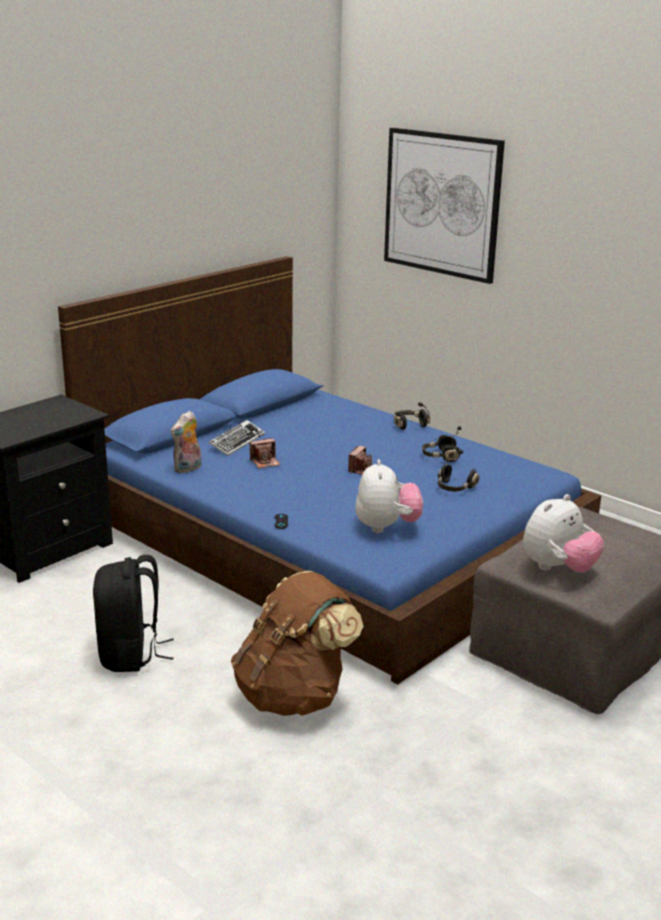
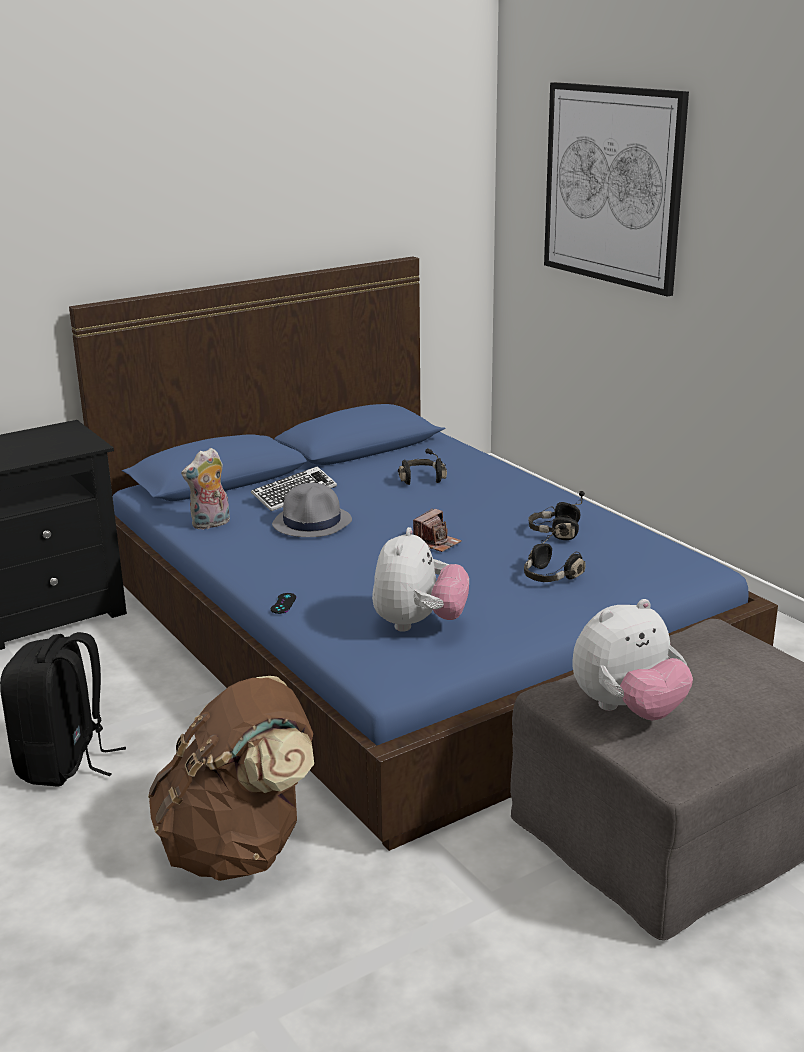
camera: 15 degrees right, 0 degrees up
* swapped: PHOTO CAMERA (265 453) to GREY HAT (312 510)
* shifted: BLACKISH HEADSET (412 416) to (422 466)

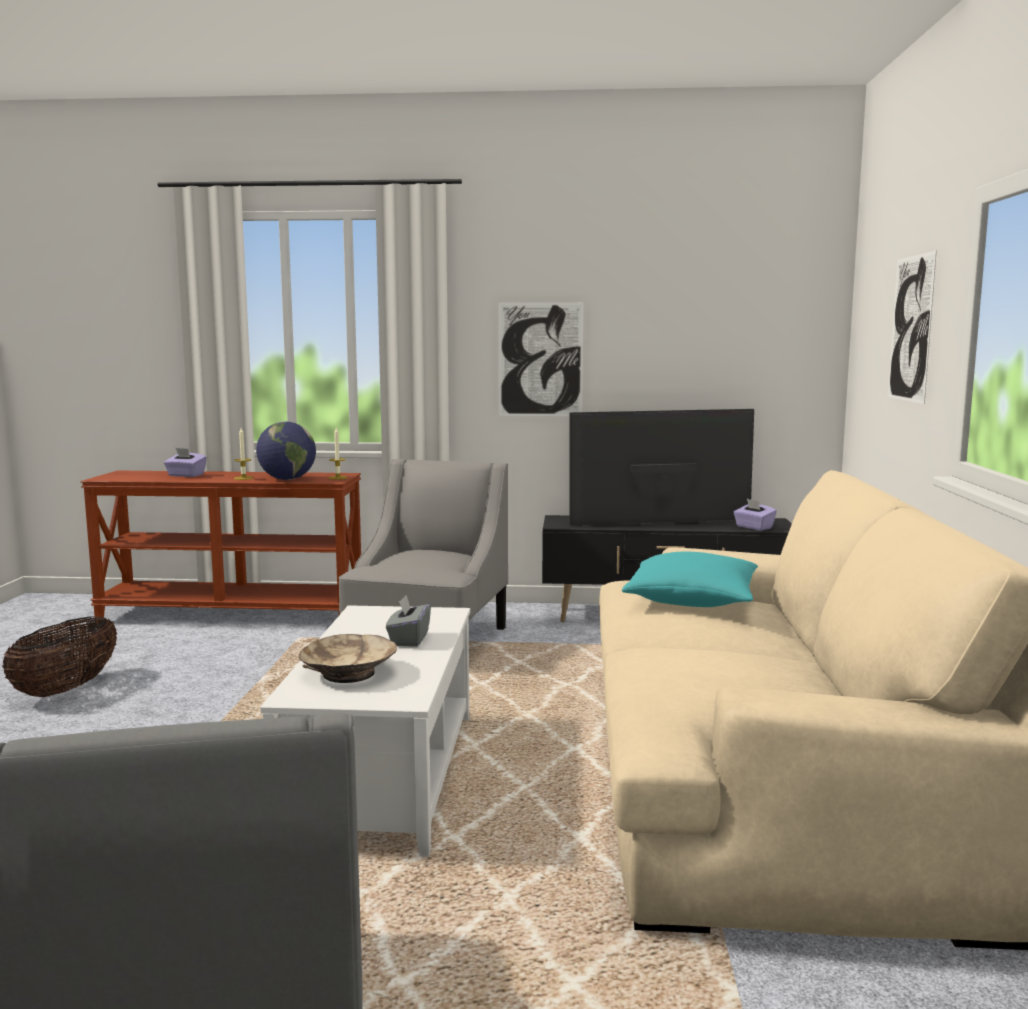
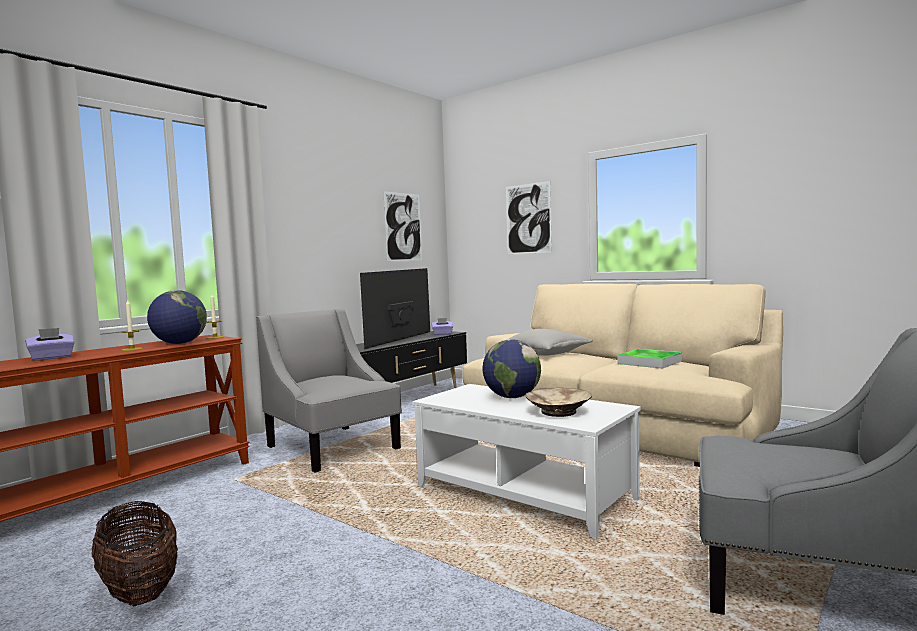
camera: 55 degrees left, 5 degrees down
* shifted: WALL ART (541 359) to (402 226)
* swapped: GREY BOX OF TISSUES (408 621) to DESK GLOBE (512 368)
* repainted: TURQUOISE CUSHION (690 579) to GREY CUSHION (550 342)
* new: CARRYING TRAY (649 359)

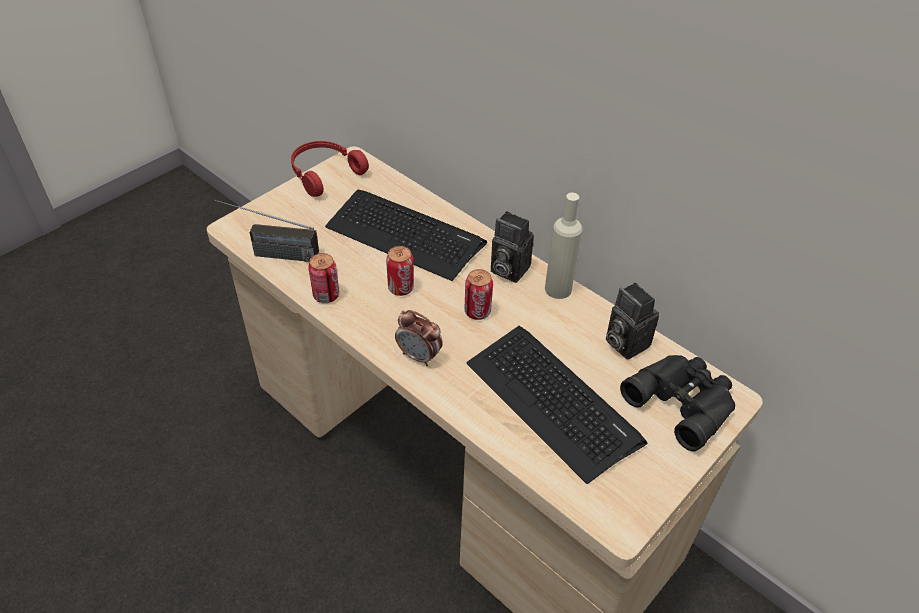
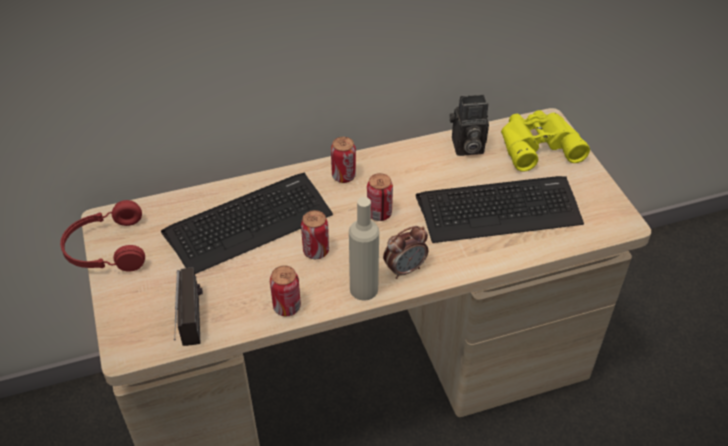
camera: 60 degrees left, 0 degrees up
* rotated: RADIO RECEIVER (267 231) = (188 306) 45 degrees counterclockwise
* swapped: PHOTO CAMERA (512 247) to METAL CAN (343 160)
* shifted: BEIGE-COLOURED BEVERAGE BOTTLE (564 246) to (364 249)
* repainted: BLACKISH PAIR OF BINOCULARS (677 403) to YELLOWISH PAIR OF BINOCULARS (545 141)

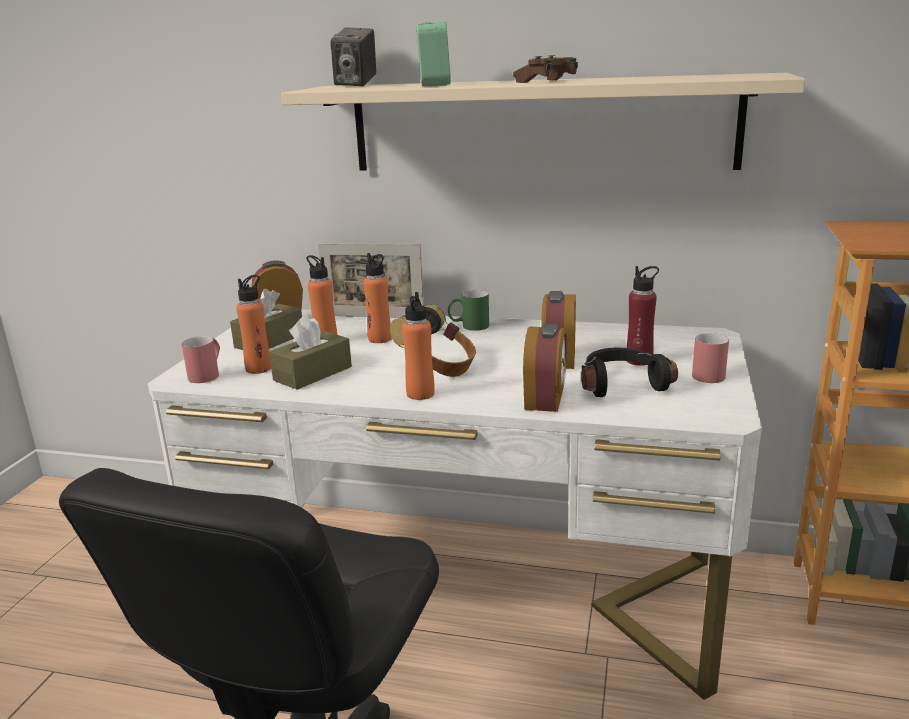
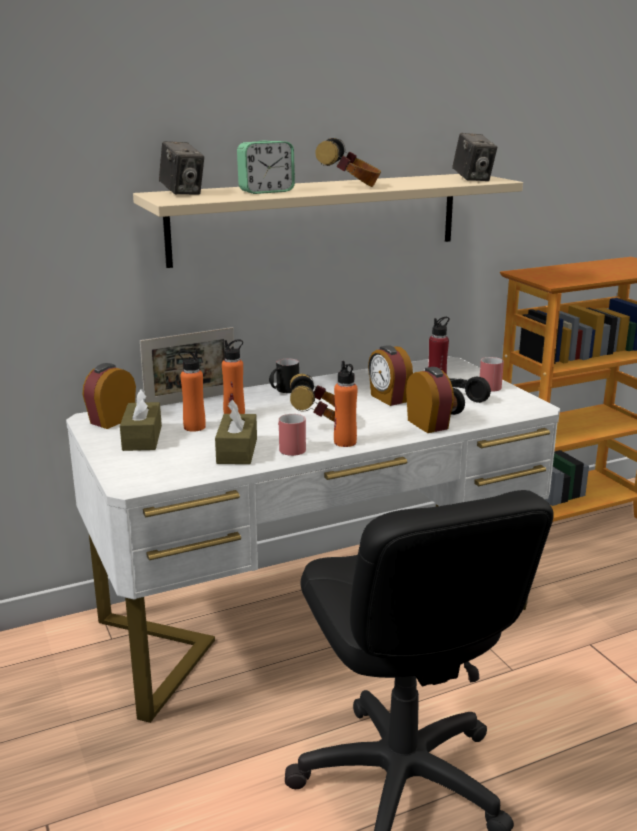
camera: 40 degrees left, 0 degrees up
* rotated: BEDSIDE CLOCK (433 54) = (266 167) 105 degrees clockwise
* repainted: GREEN TEA MUG (468 310) to BLACKISH TEA MUG (284 376)
* shifted: RED TEA MUG (201 359) to (292 435)
* swapped: BROWN-COLOURED GAMEPAD (545 69) to HEADSET (348 162)
* new: PHOTO CAMERA (474 157)
* gone: ORANGE-COLOURED BEVERAGE BOTTLE (253 324)

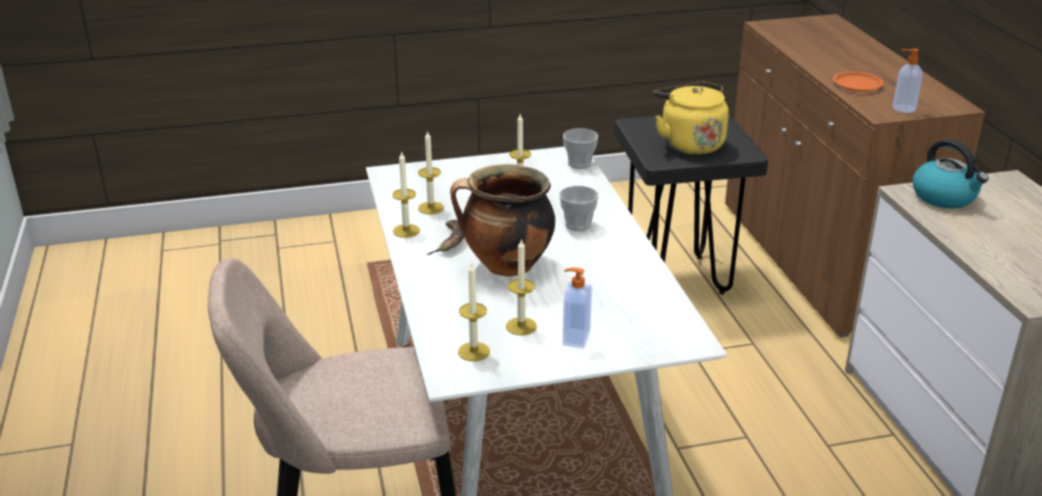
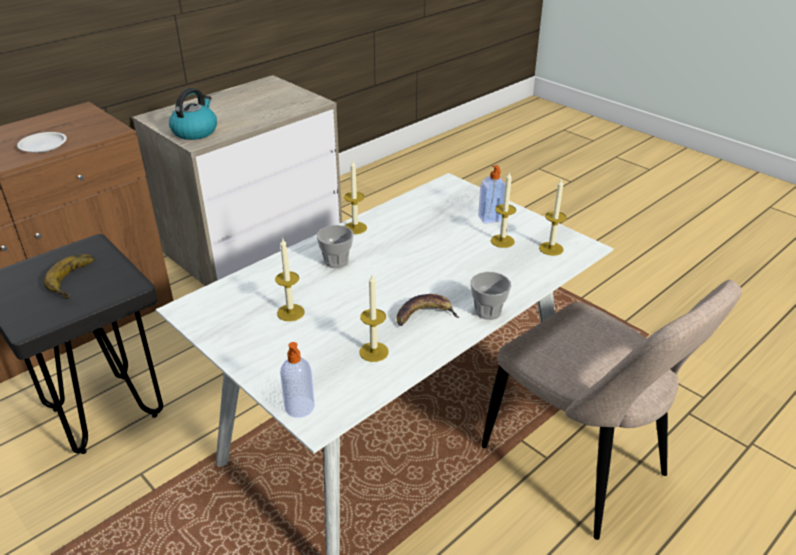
camera: 120 degrees left, 5 degrees up
* repainted: ORANGE-COLOURED PLATE (858 82) to WHITE PLATE (42 142)
* swapped: YELLOWISH KETTLE (691 118) to BANANA (69 276)
* shifted: SOAP BOTTLE (907 81) to (297 380)
* shifted: WAX LIGHT (406 195) to (355 197)
* shifted: SMALL CUP (580 148) to (491 296)
* gone: SAUCEPOT (502 220)

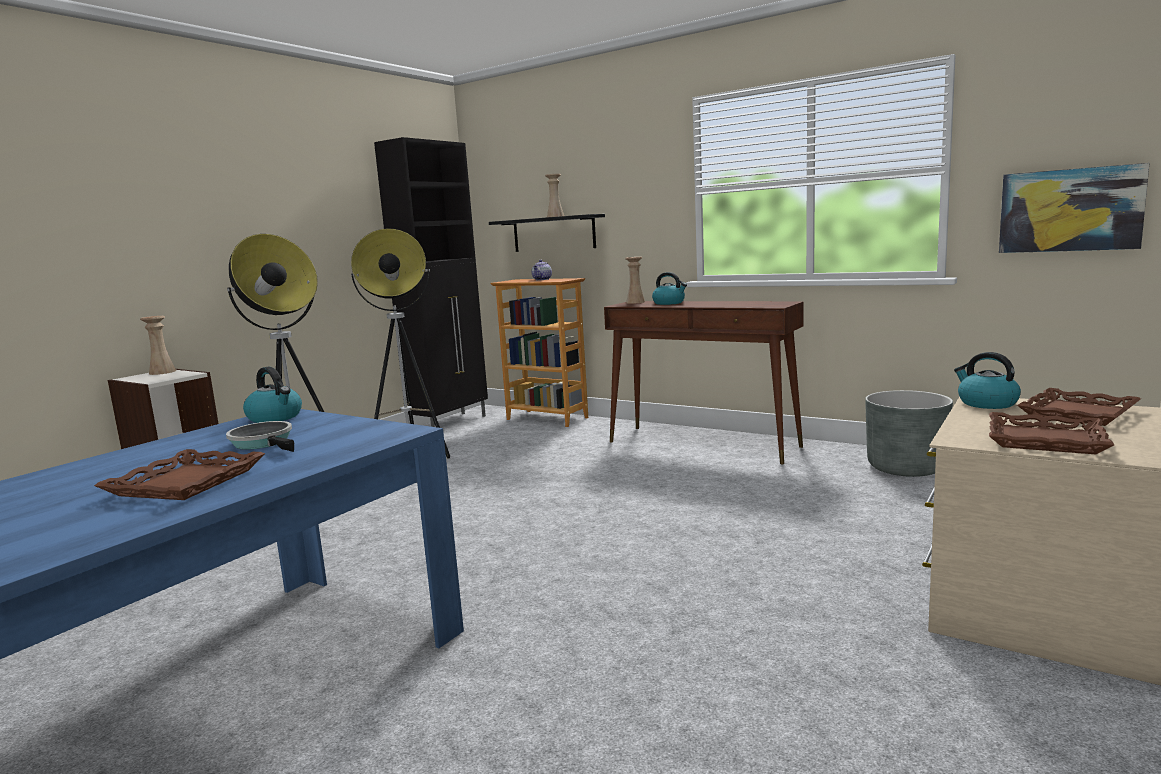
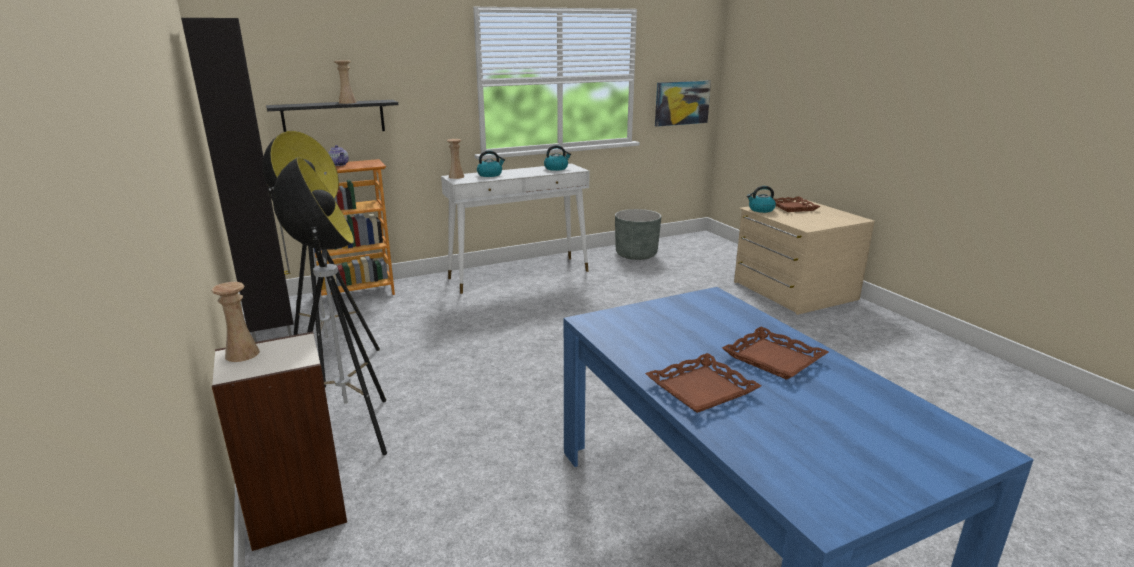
camera: 60 degrees left, 10 degrees up
* repainted: BROWN-COLOURED NARROW TABLE (704 383) to WHITE NARROW TABLE (515 229)
* shifted: KETTLE (272 395) to (557 158)
* shifted: BROWN-COLOURED CARRYING TRAY (1051 433) to (703 383)
* gone: SKILLET (260 436)

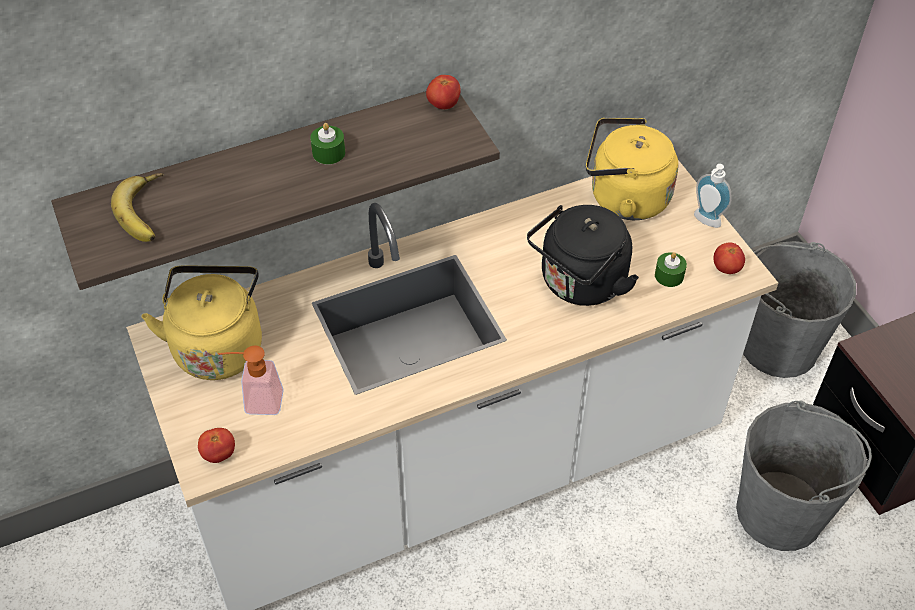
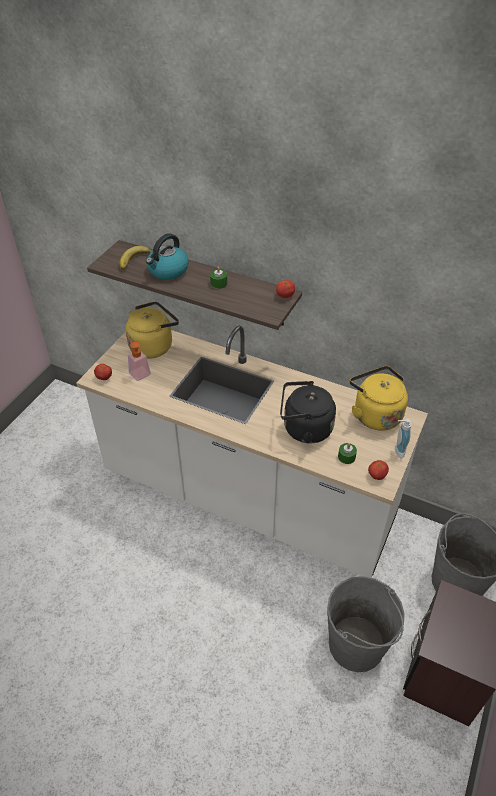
camera: 50 degrees right, 5 degrees down
* new: KETTLE (167 256)

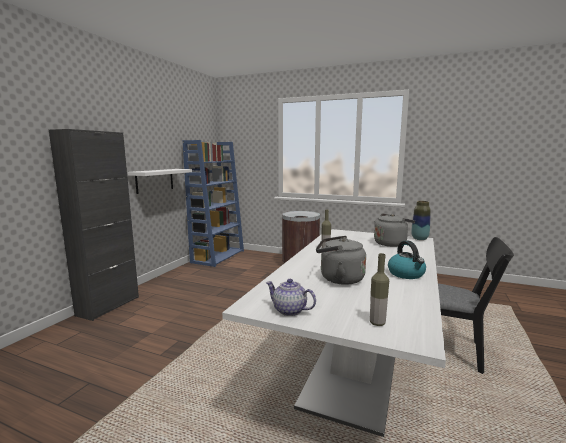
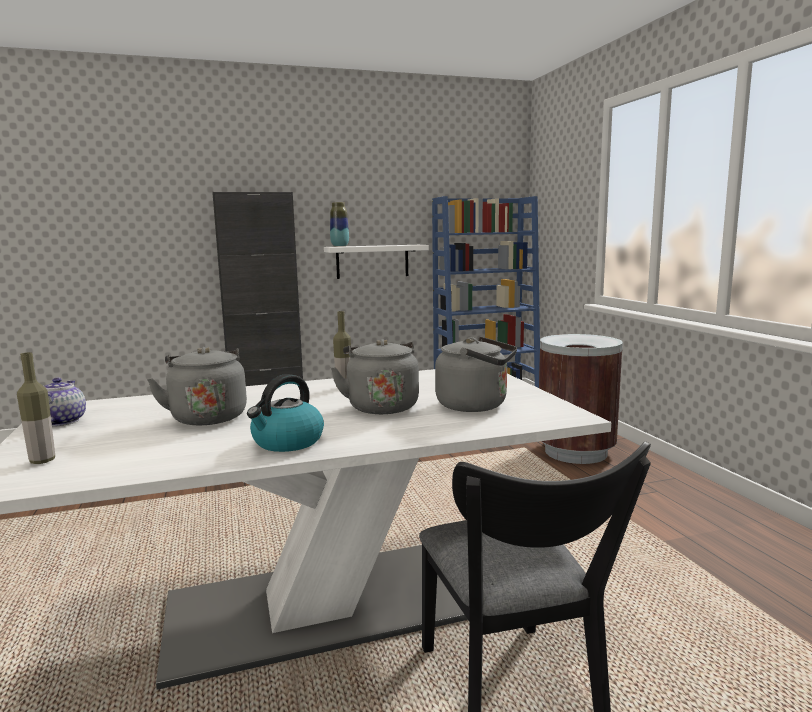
camera: 50 degrees right, 0 degrees up
* shifted: DECORATIVE VASE (421 220) to (339 224)
* new: GREY KETTLE (375 376)

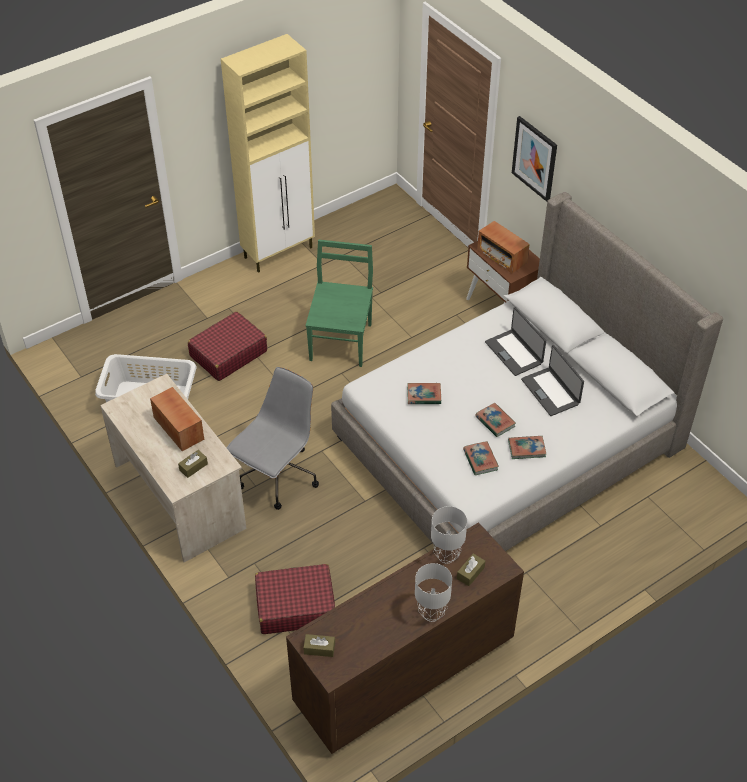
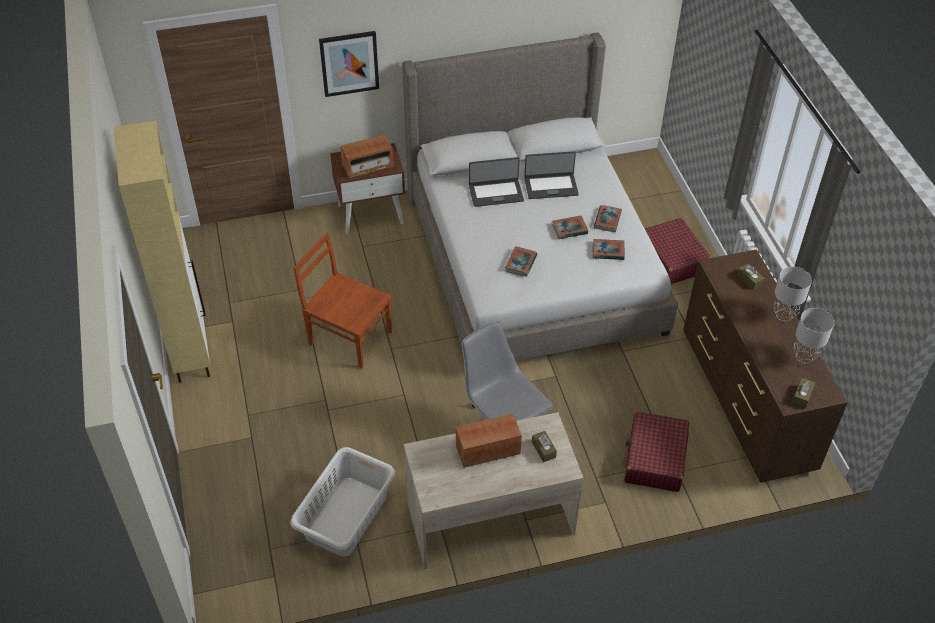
camera: 70 degrees left, 0 degrees up
* repainted: GREEN CHAIR (339 303) to BROWN-COLOURED CHAIR (343 300)
* shifted: RED TRAVEL CASE (227 346) to (678 251)
* shifted: GREY LAMP FOR A TABLE (449 534) to (813 336)

